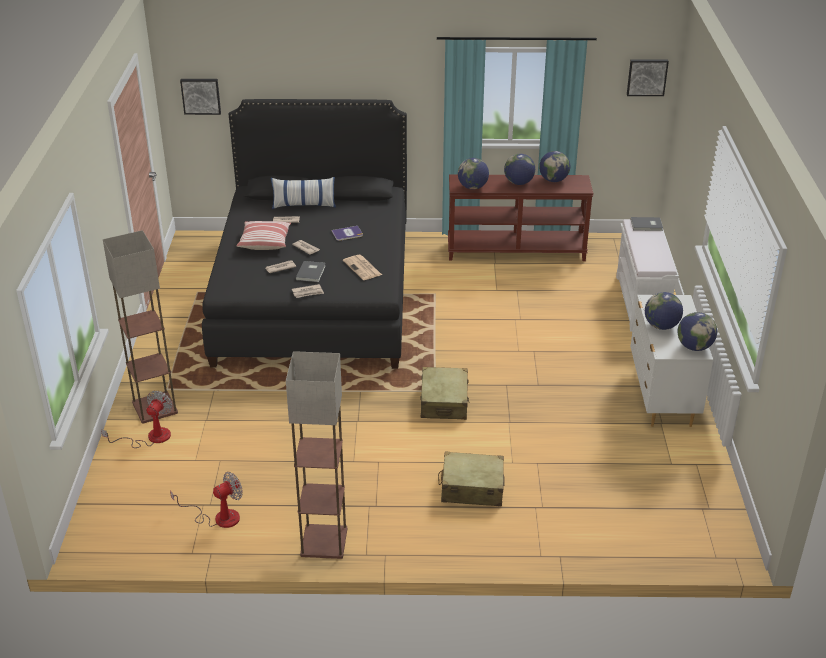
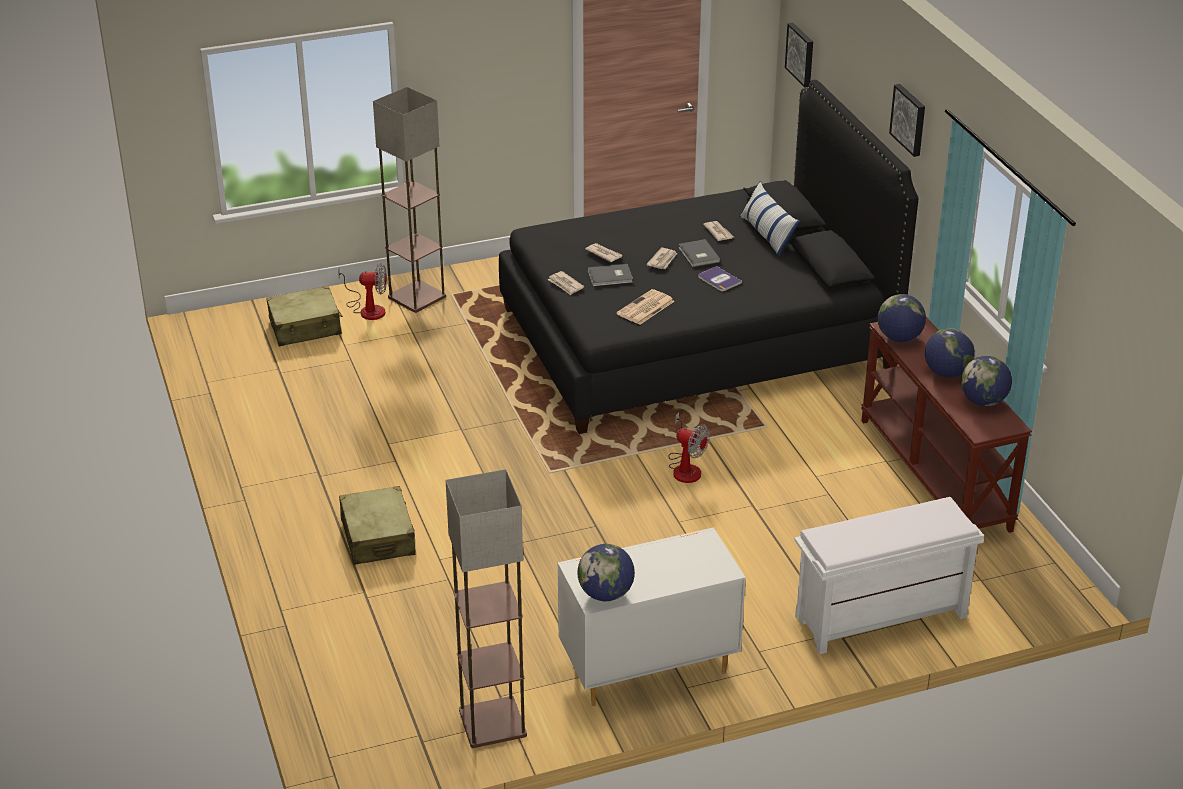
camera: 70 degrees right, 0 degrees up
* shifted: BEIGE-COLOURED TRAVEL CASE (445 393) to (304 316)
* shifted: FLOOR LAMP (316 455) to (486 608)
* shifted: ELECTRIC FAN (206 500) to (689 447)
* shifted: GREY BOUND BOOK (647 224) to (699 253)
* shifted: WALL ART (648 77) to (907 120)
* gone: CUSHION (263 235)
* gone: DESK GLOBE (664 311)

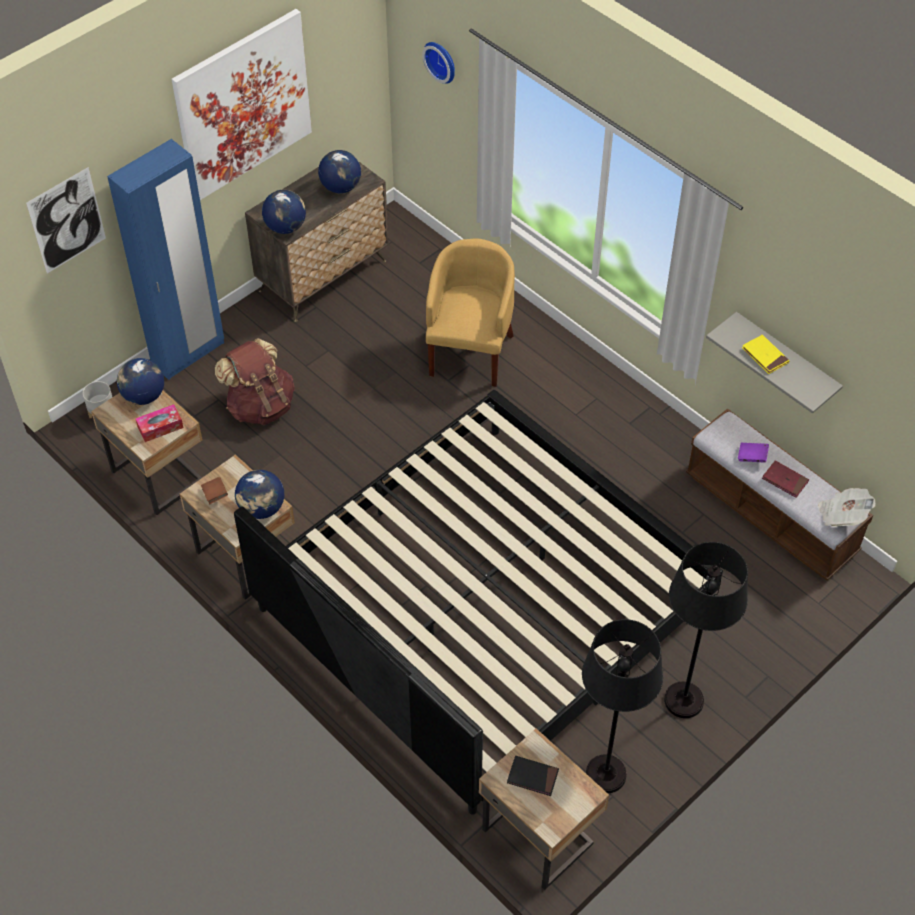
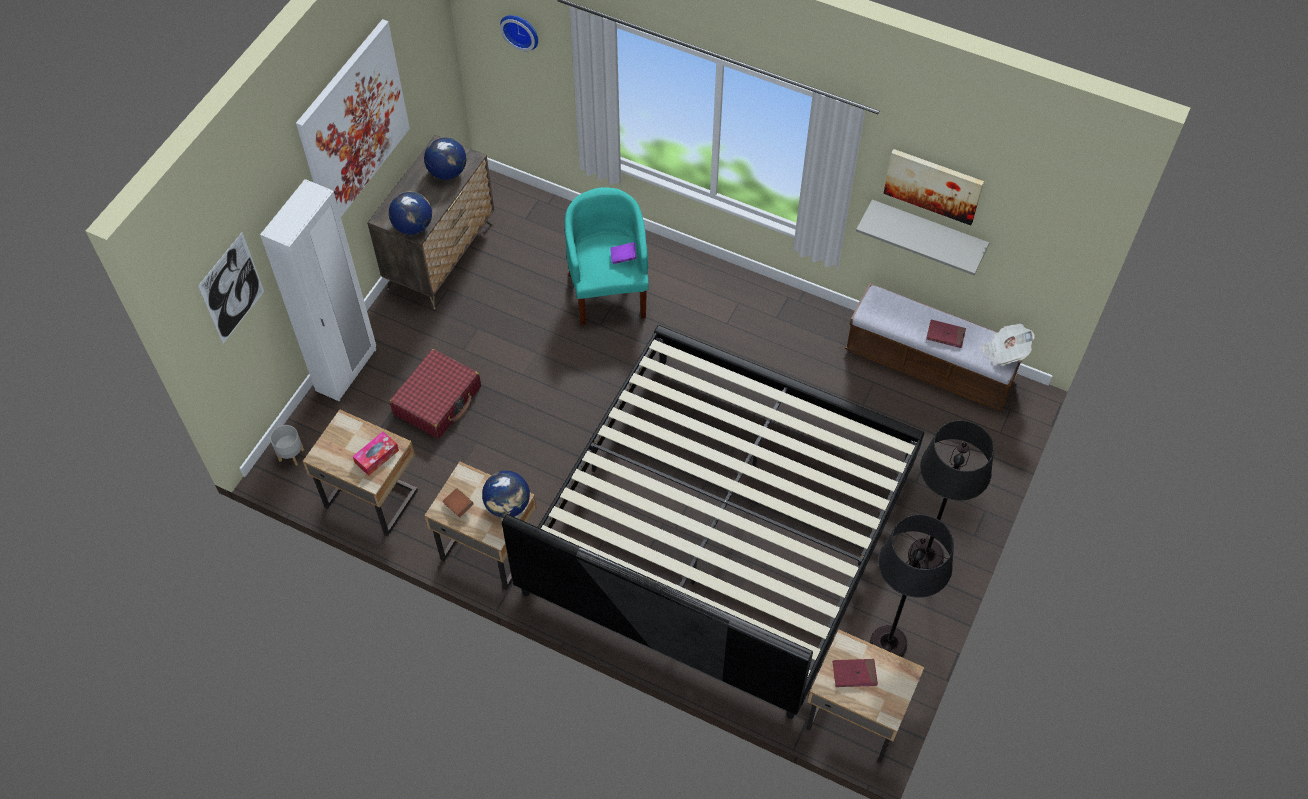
camera: 20 degrees left, 5 degrees up
* repainted: BLUE-COLOURED WARDROBE (165 259) to WHITE WARDROBE (318 290)
* swapped: BROWN-COLOURED BACKPACK (255 381) to RED TRAVEL CASE (435 394)
* repainted: YELLOWISH ARMCHAIR (470 313) to TURQUOISE ARMCHAIR (607 257)
* shifted: PURPLISH BOUND BOOK (753 452) to (623 253)
* repainted: BLACKISH BOUND BOOK (533 776) to RED BOUND BOOK (855 673)
* new: WALL ART (933 187)
* gone: DESK GLOBE (140 381)
* gone: YELLOWISH BOUND BOOK (766 354)

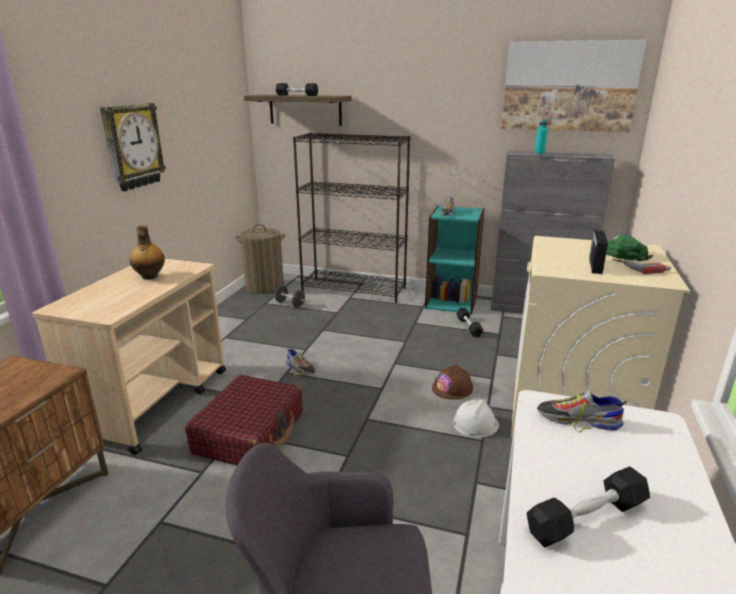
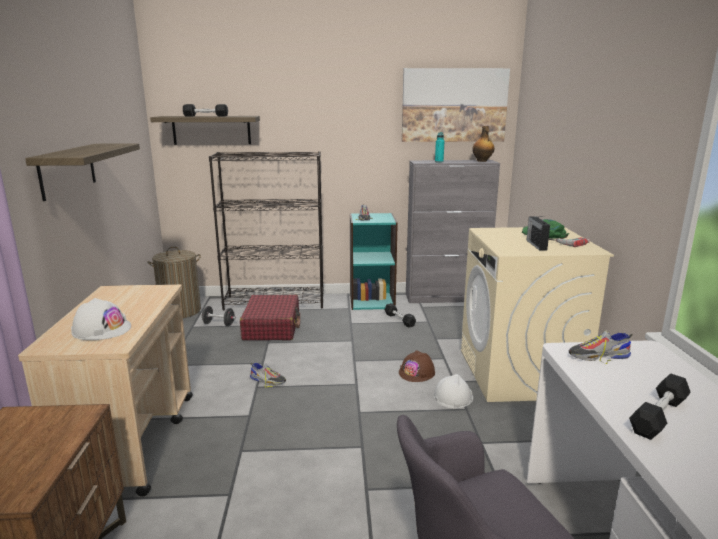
camera: 20 degrees left, 5 degrees down
* swapped: CLOCK ON THE WALL (133 147) to BRACKET SHELF (82 172)
* new: WHITE WORK HELMET (101 319)
* shifted: RED TRAVEL CASE (243 420) to (270 317)
* shifted: BEVERAGE BOTTLE (147 252) to (483 144)

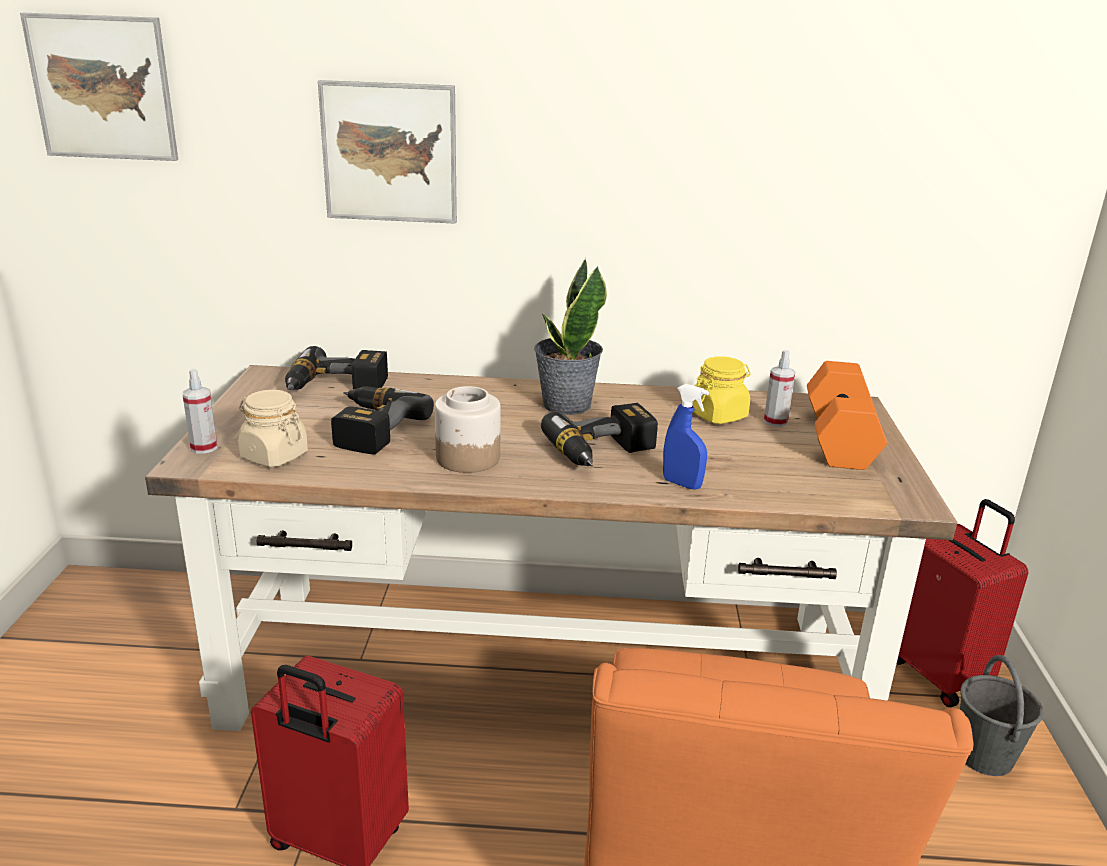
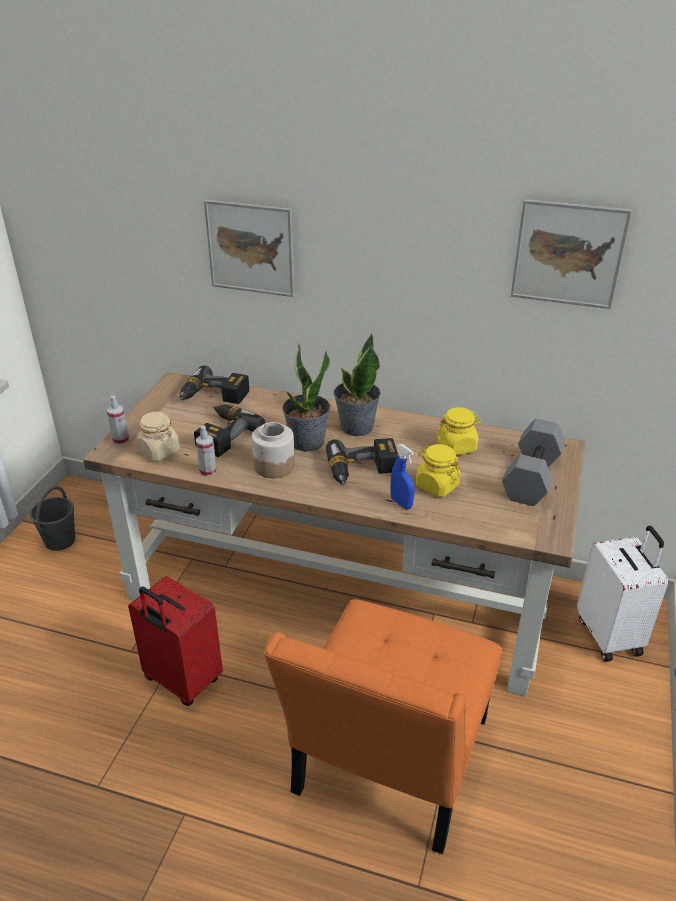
camera: 15 degrees right, 10 degrees up
* shifted: GREY PAIL (1002 715) to (52 518)
* shifted: HAND SPRAYER (779 388) to (206 451)
* new: PLANT IN A POT (306 397)
* new: YELLOWISH STORAGE JAR (438 470)
* repainted: ORANGE-COLOURED DUMBBELL (847 415) to GREY DUMBBELL (533 462)
* shifted: WALL ART (99 87) to (571 254)
* repainted: RED TRAVEL CASE (962 603) to WHITE TRAVEL CASE (622 594)

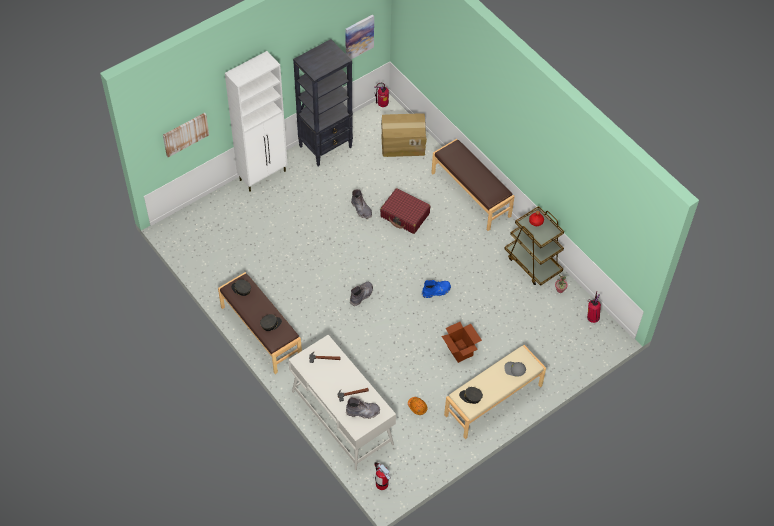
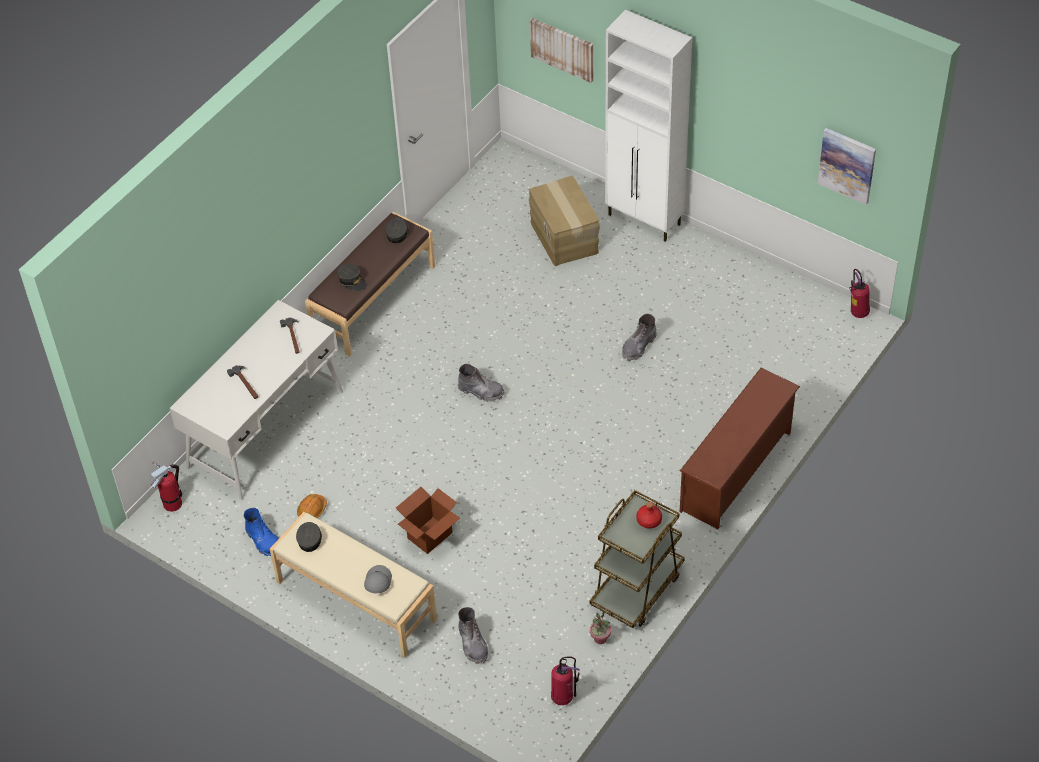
camera: 75 degrees right, 5 degrees down
* shifted: BLUE-COLOURED BOOT (436 289) to (261 532)
* shifted: GREY BOOT (363 408) to (473 635)
* shifted: CARTON (404 135) to (564 221)
* swapped: BROWN-COLOURED LONG SEAT (473 185) to BROWN-COLOURED SHOE STAND (740 448)
* gone: BLACKISH BOOKSHELF (323 103)
* gone: RED TRAVEL CASE (405 211)

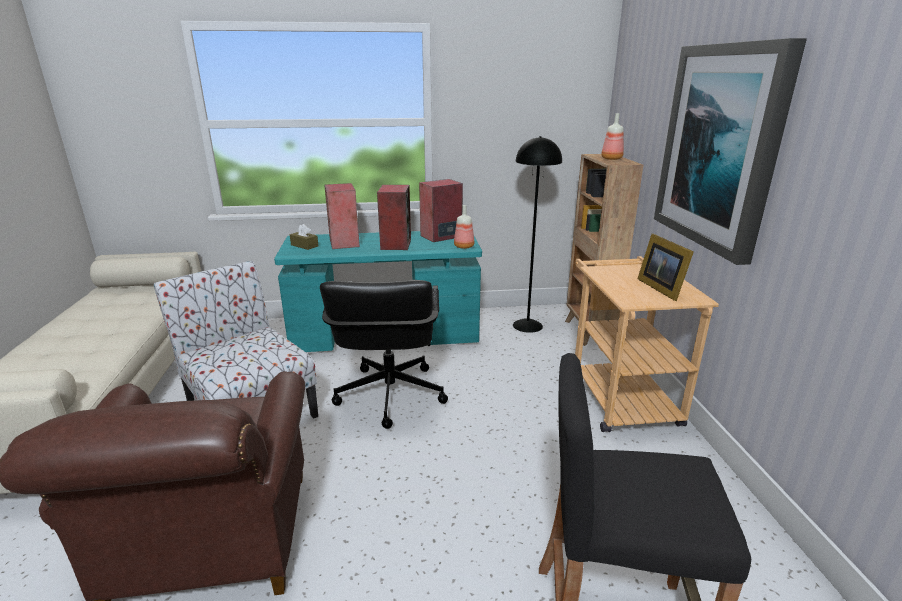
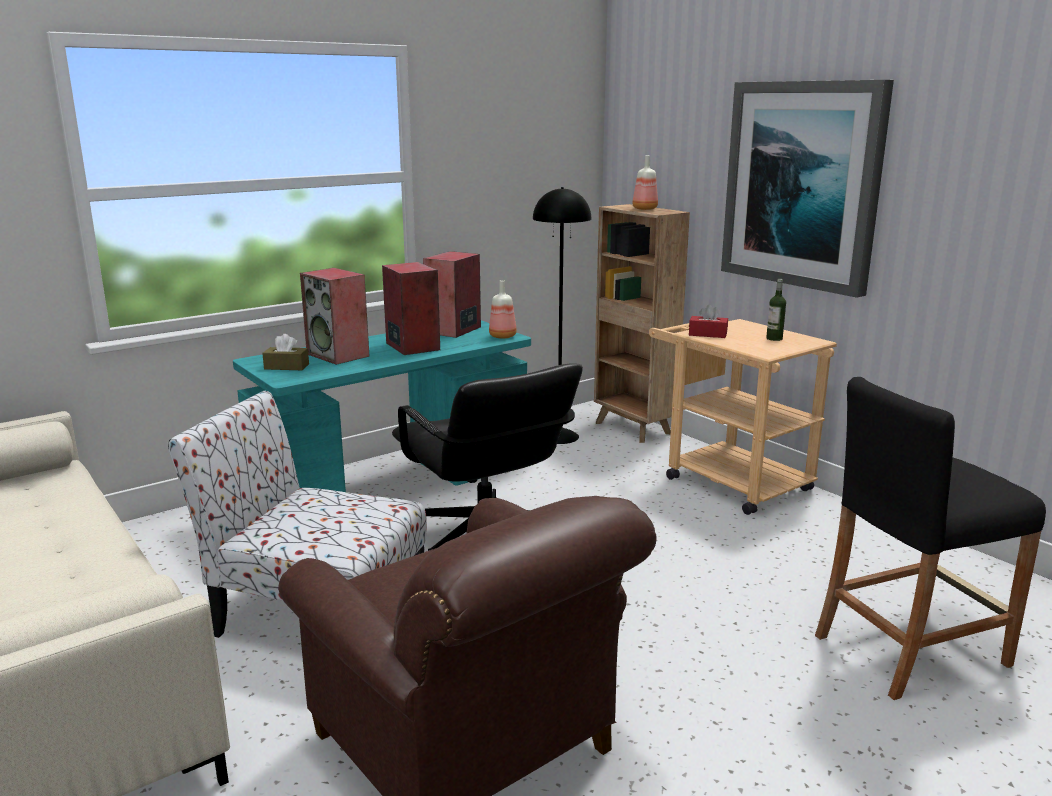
camera: 30 degrees left, 5 degrees down
* new: RED BOX OF TISSUES (708 321)
* swapped: PHOTO FRAME (666 267) to BEVERAGE BOTTLE (776 310)

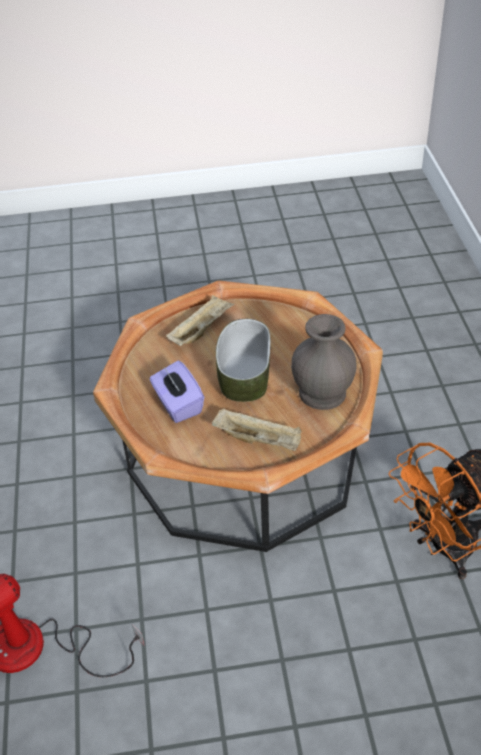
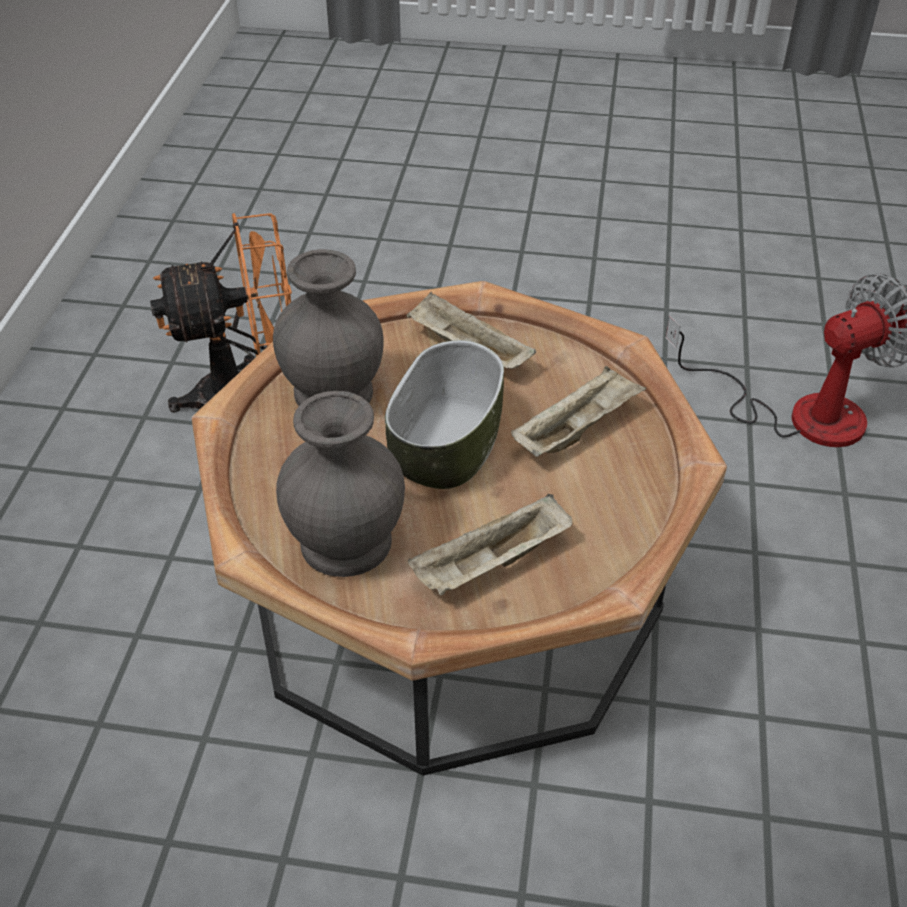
camera: 165 degrees left, 0 degrees up
* new: GREY DECORATIVE VASE (340 484)
* swapped: PURPLISH BOX OF TISSUES (176 392) to BEIGE-COLOURED CARRYING TRAY (578 411)

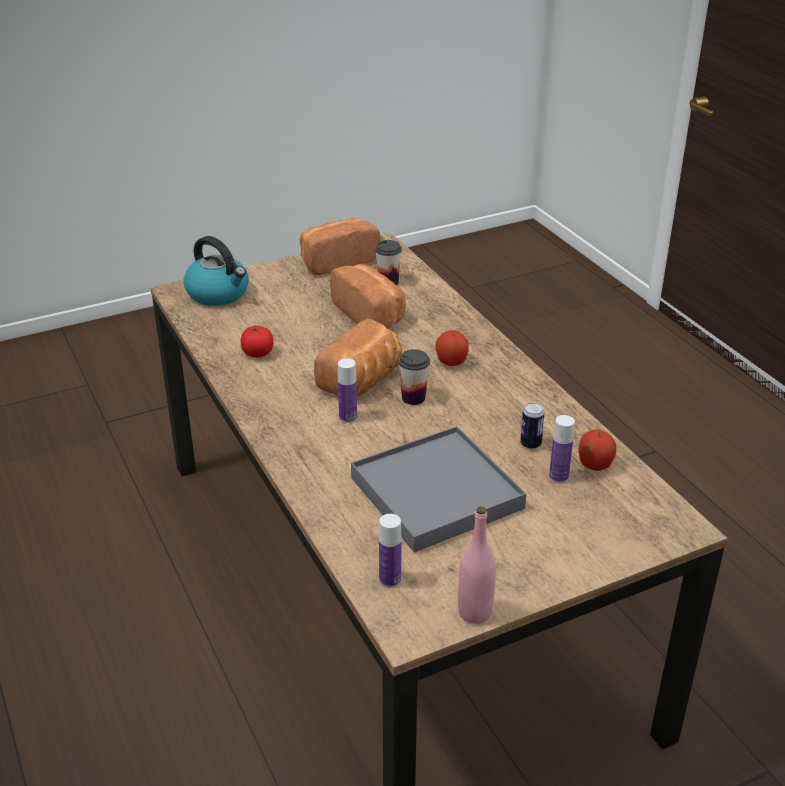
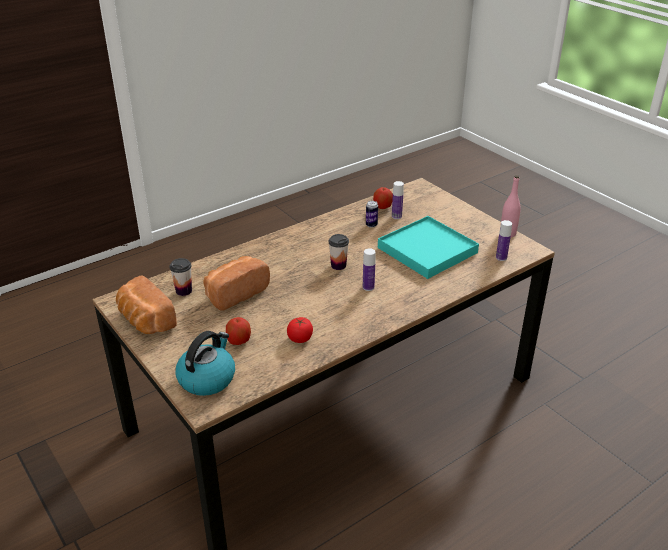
camera: 100 degrees left, 0 degrees up
* shifted: WHOLE APPLE (452 348) to (238 331)
* repainted: GREY CARRYING TRAY (438 489) to TURQUOISE CARRYING TRAY (428 247)
* gone: BREAD (358 357)

